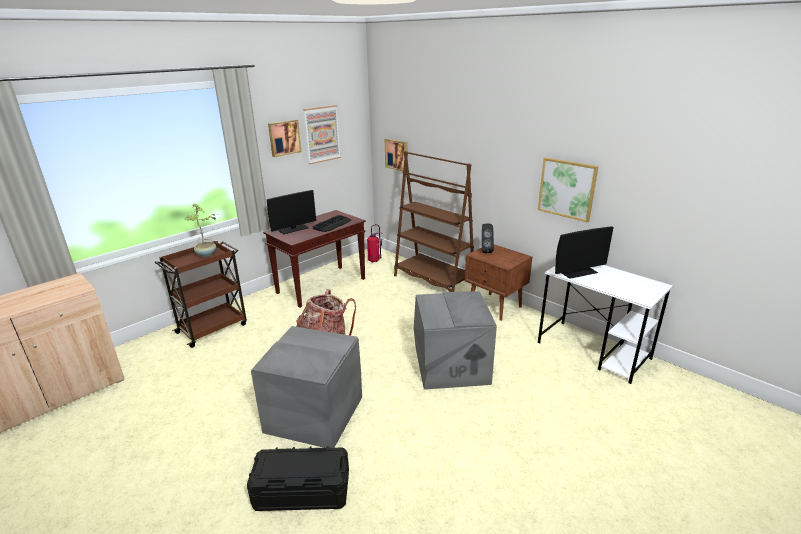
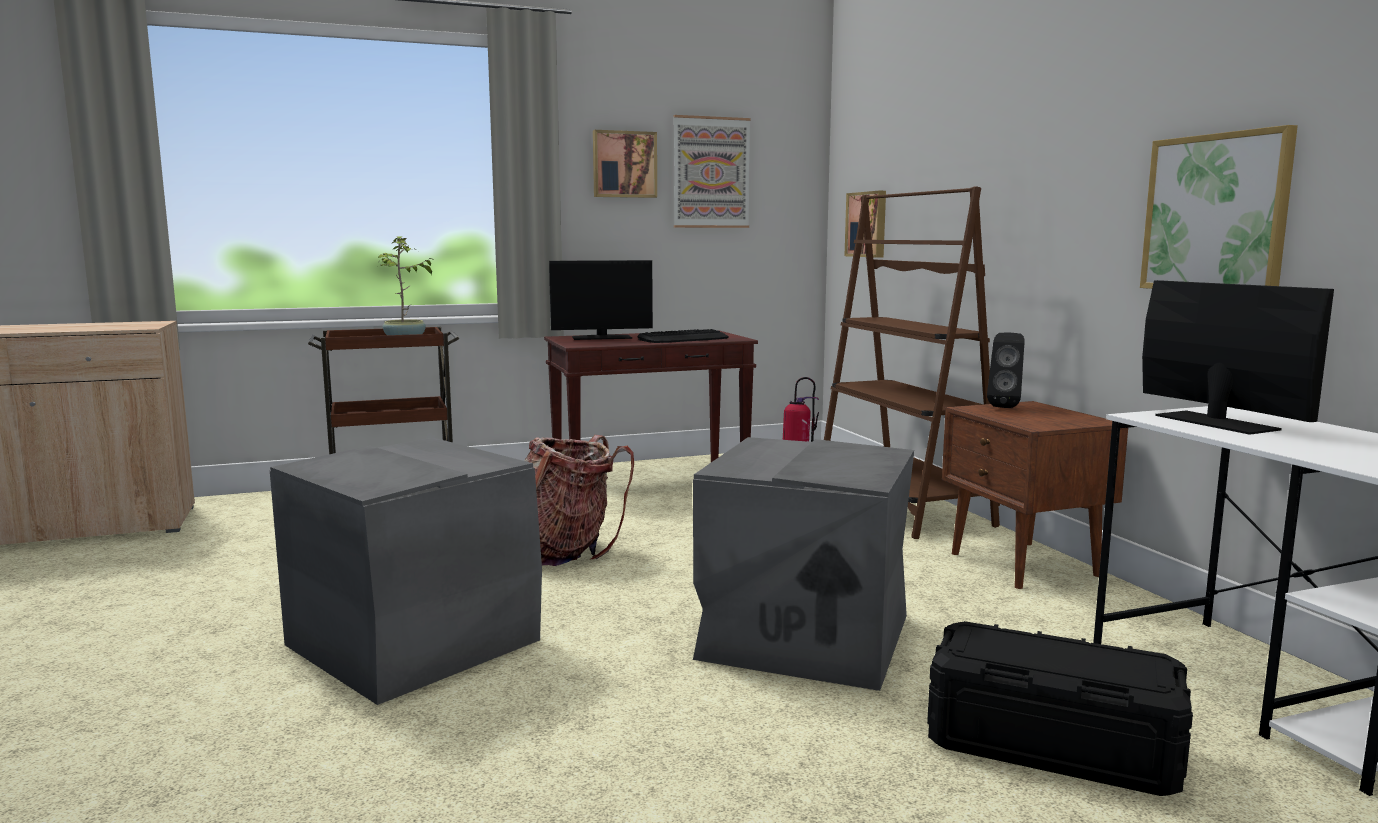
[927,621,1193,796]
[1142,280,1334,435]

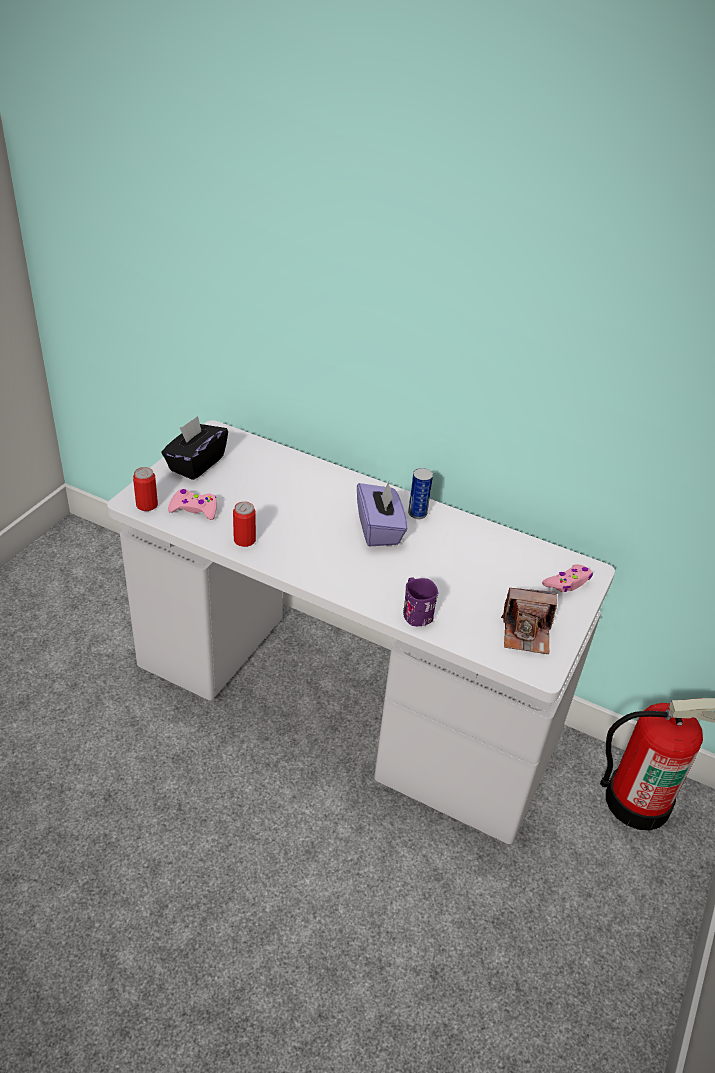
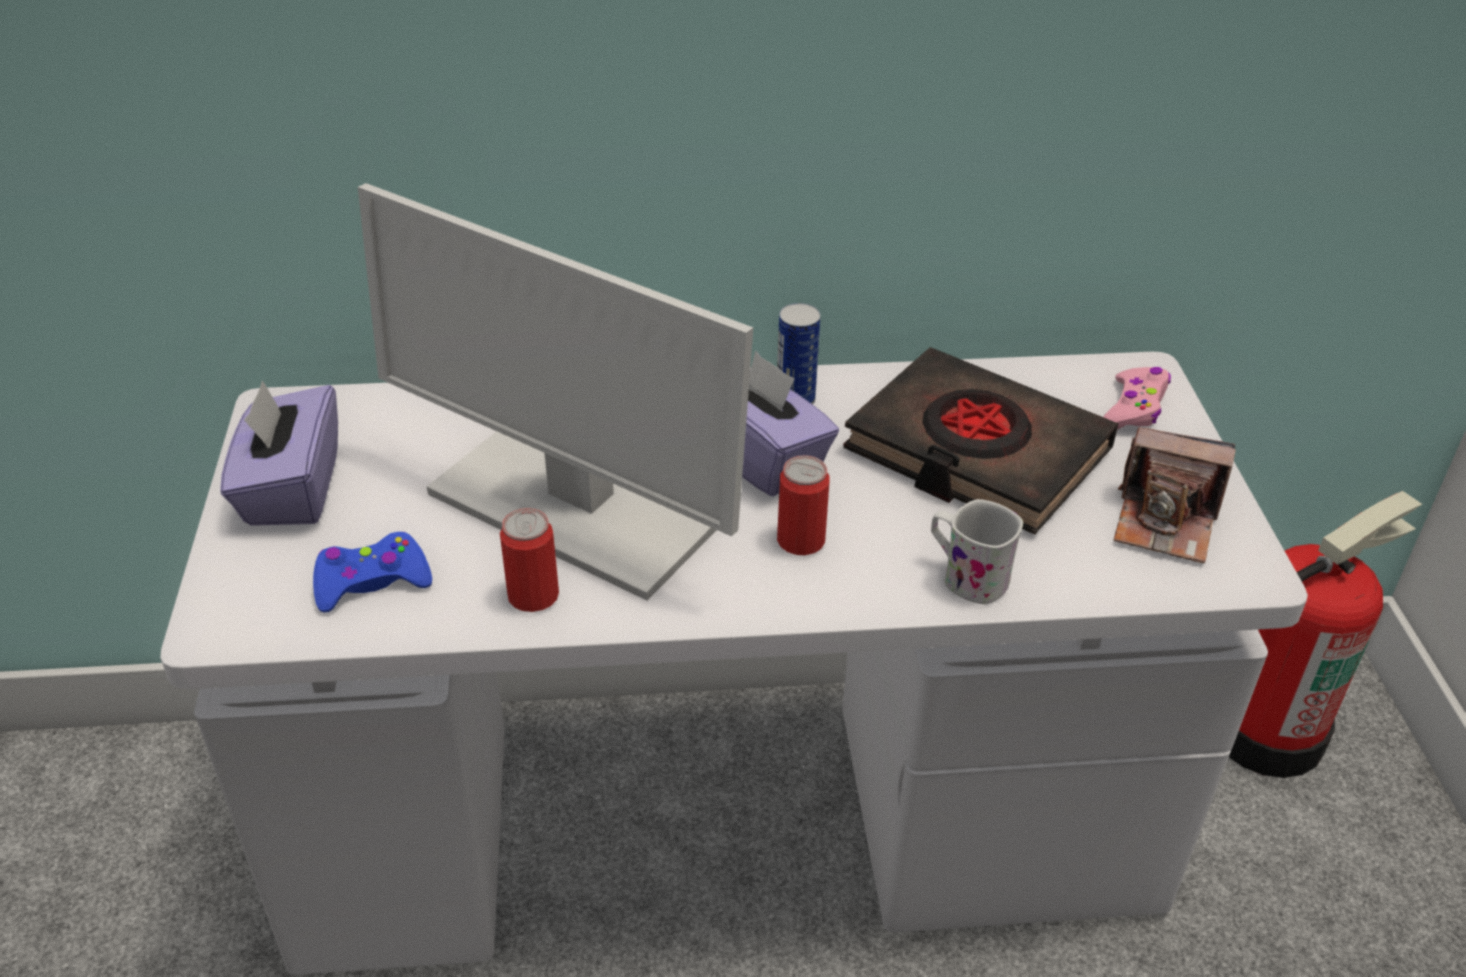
[220,380,338,526]
[313,532,432,613]
[358,183,753,601]
[777,455,830,555]
[843,347,1119,535]
[931,499,1023,604]
[1114,427,1236,563]

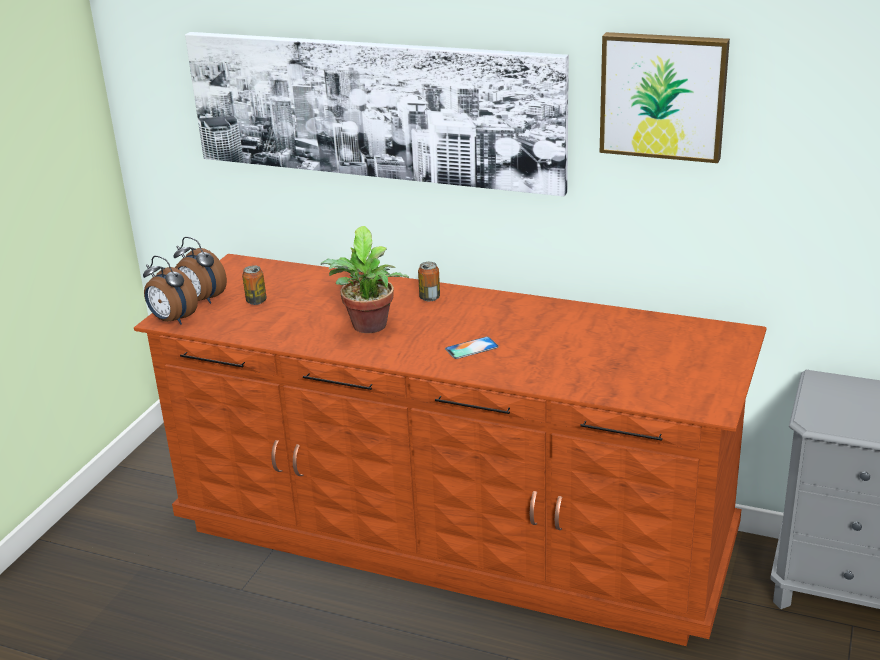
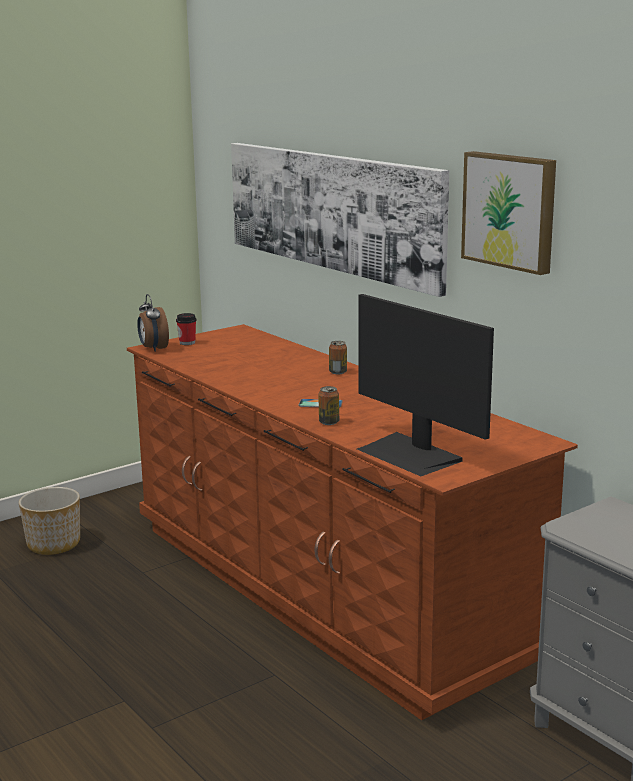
[19,487,80,555]
[176,313,197,345]
[318,386,339,425]
[357,294,494,476]
[321,226,409,333] (first image)

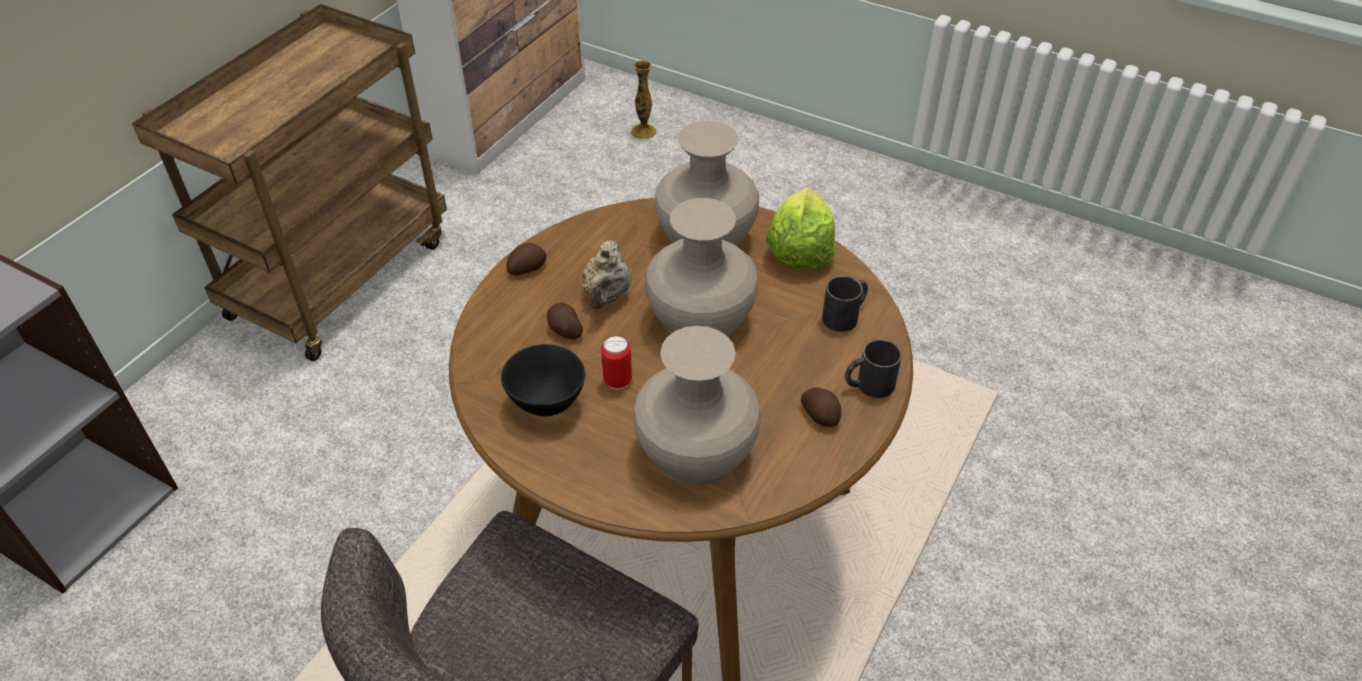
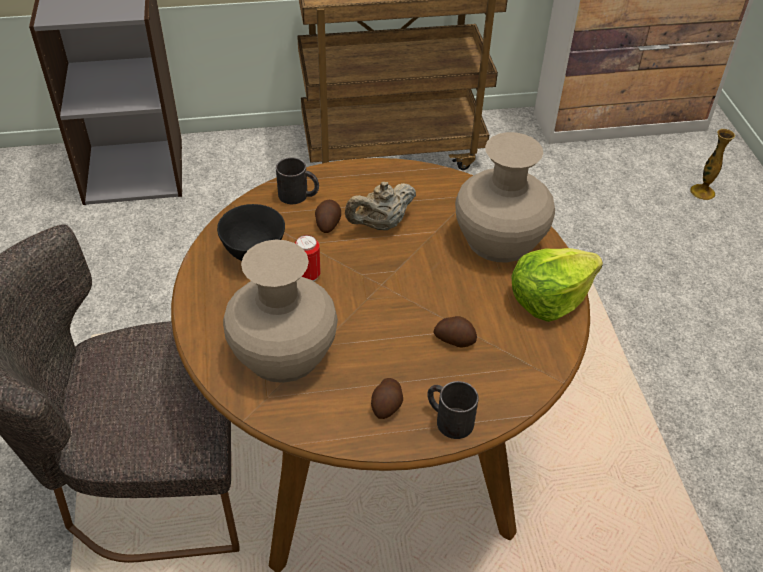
[276,157,319,204]
[433,316,477,347]
[645,198,759,337] (first image)

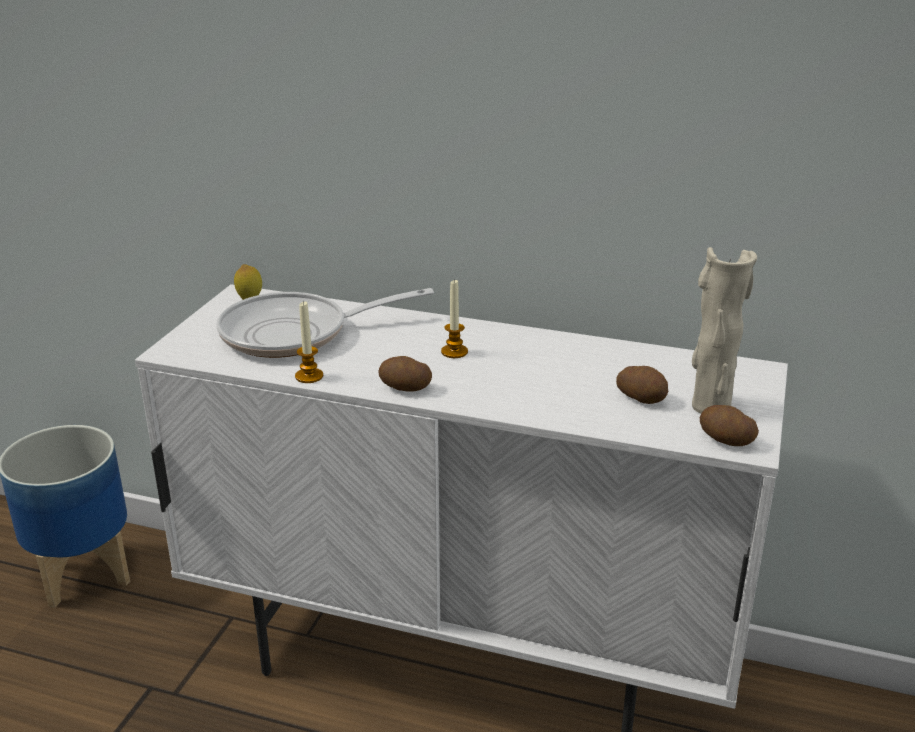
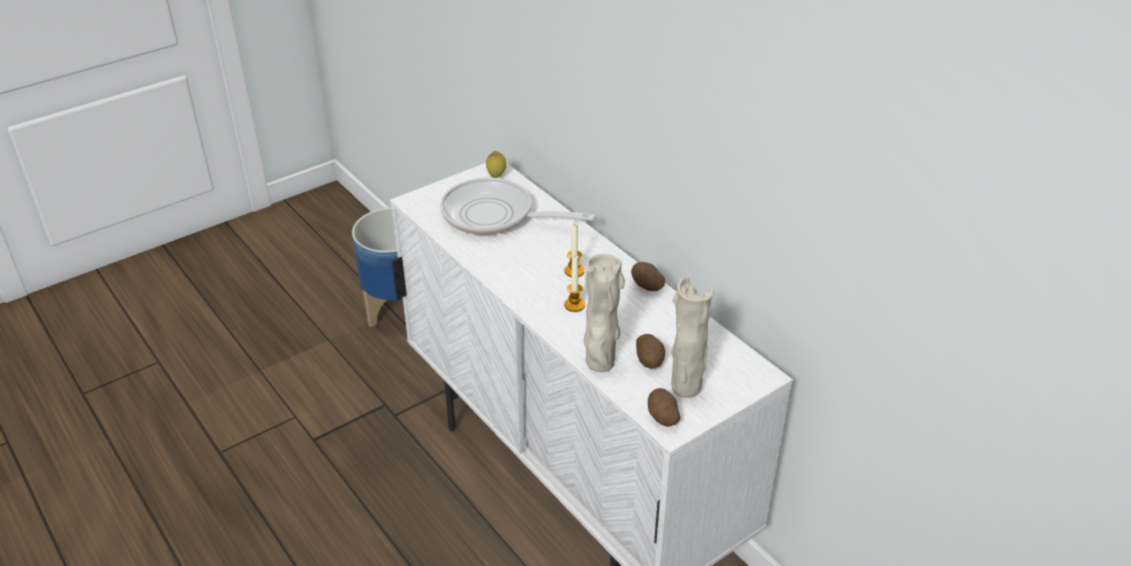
[564,256,585,312]
[584,254,625,372]
[631,262,665,291]

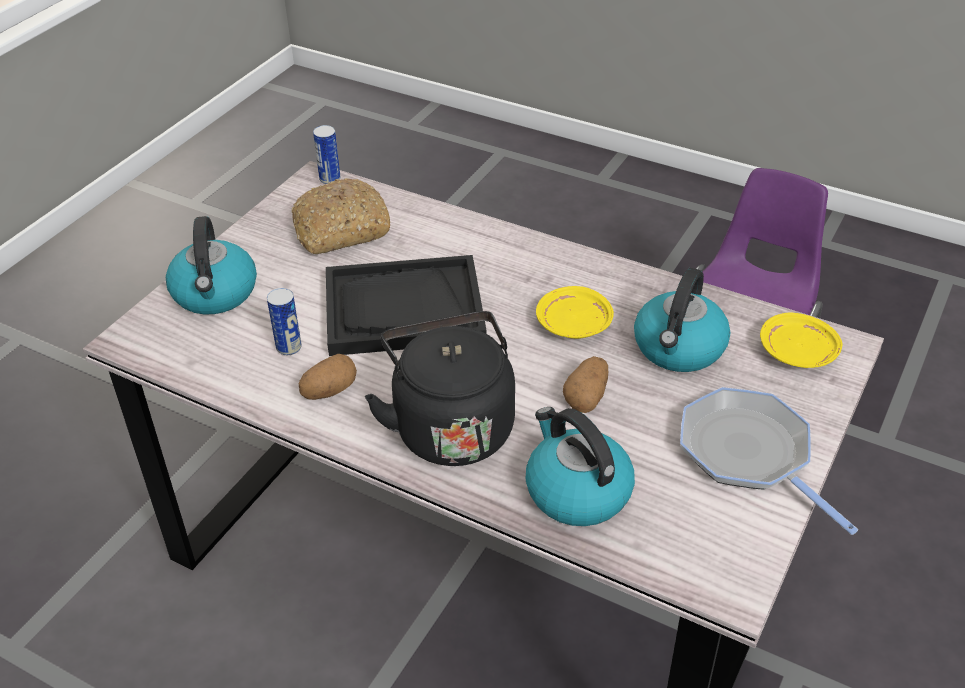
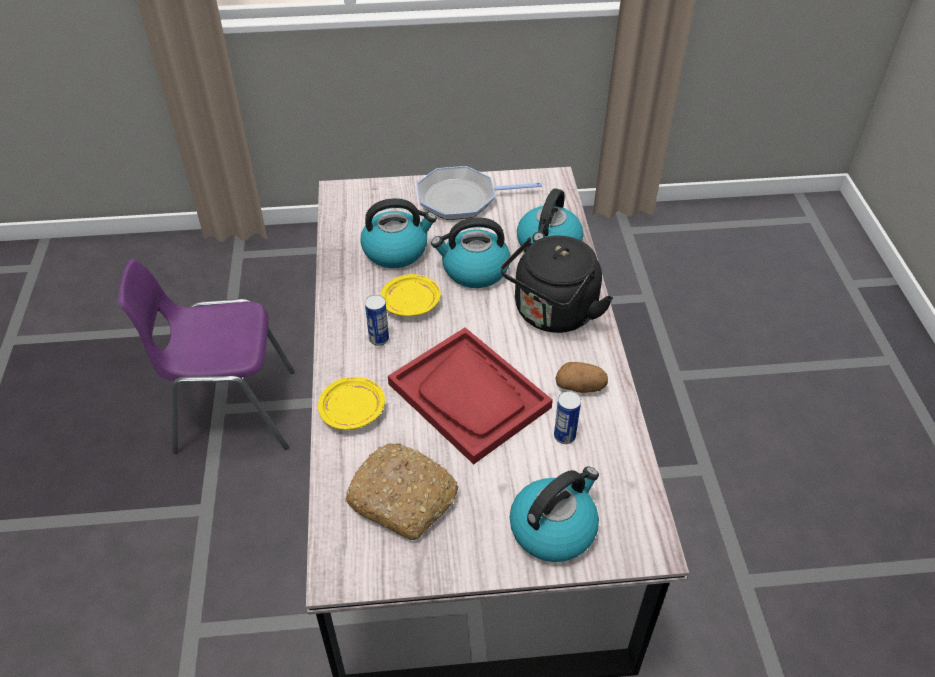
[318,377,385,430]
[365,295,389,346]
[388,328,553,464]
[417,166,542,220]
[431,217,510,288]

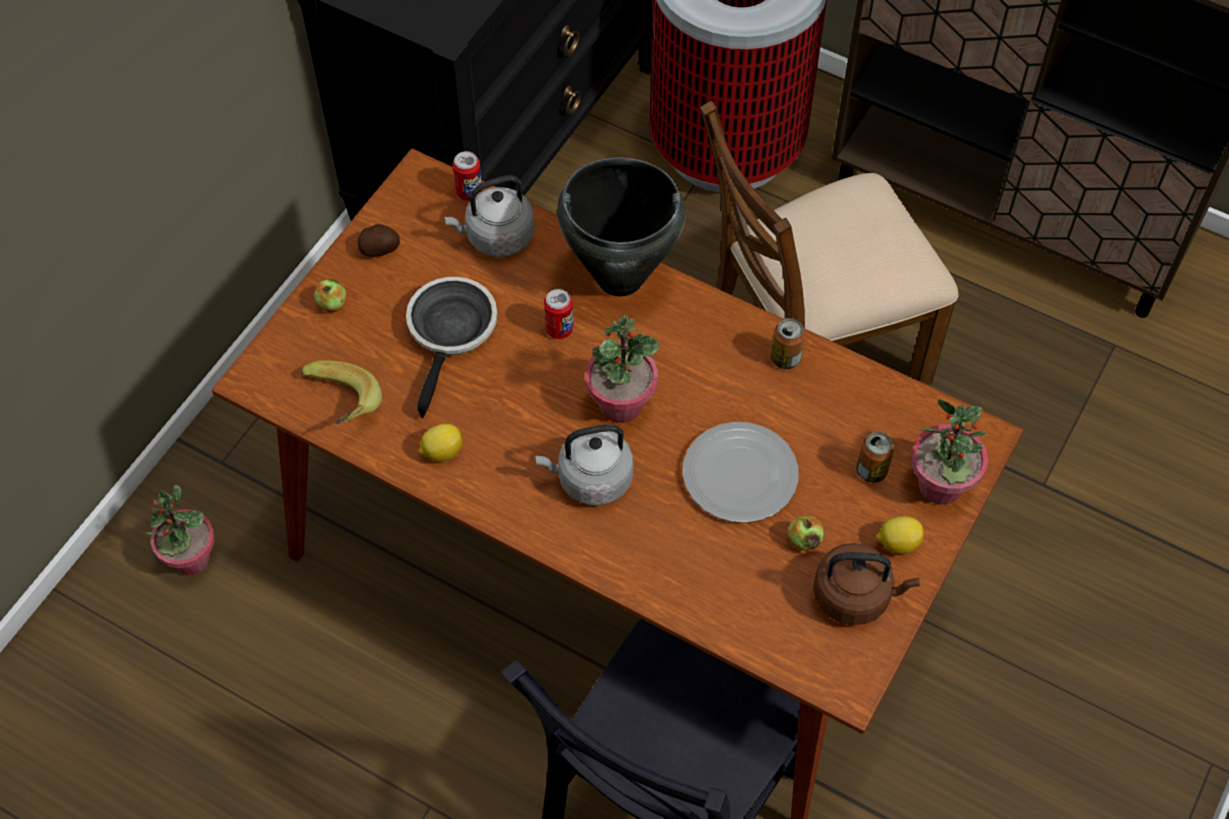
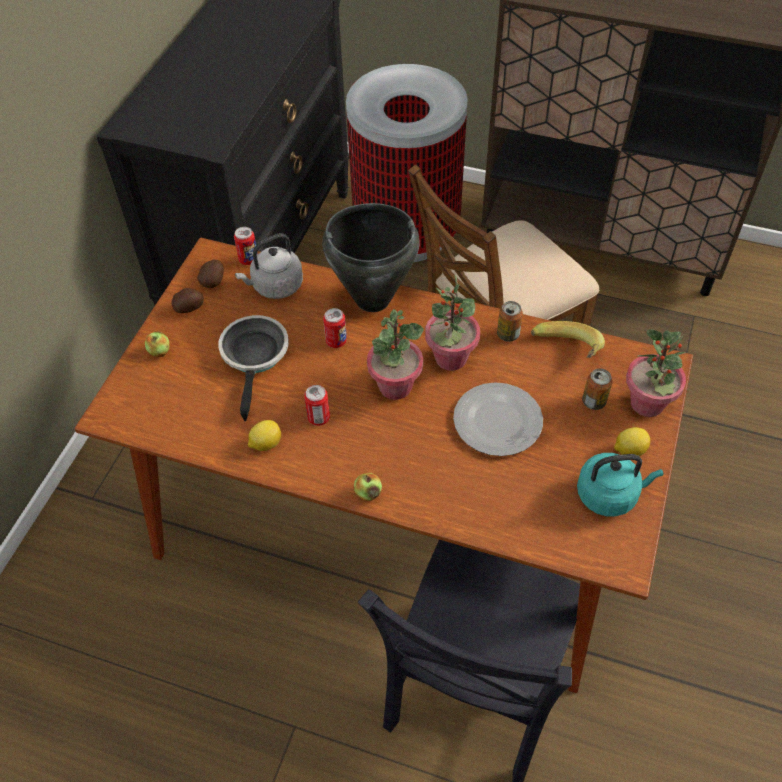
[197,260,224,288]
[304,385,330,426]
[354,473,382,501]
[425,275,480,371]
[531,321,605,358]
[577,453,663,516]
[535,424,633,505] (first image)

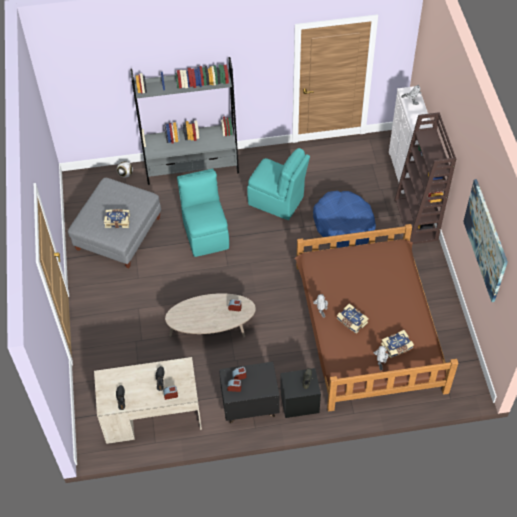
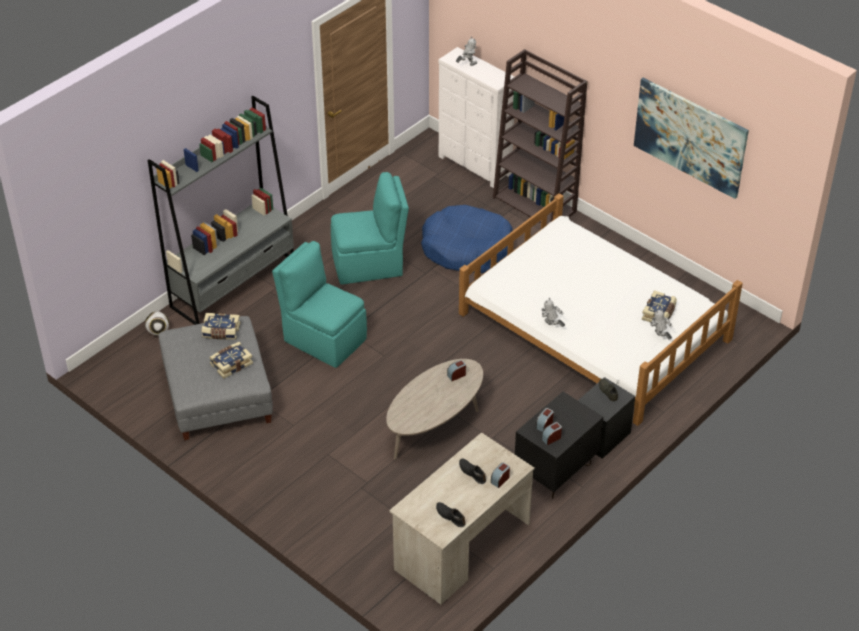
[202,313,240,340]
[459,193,743,426]

